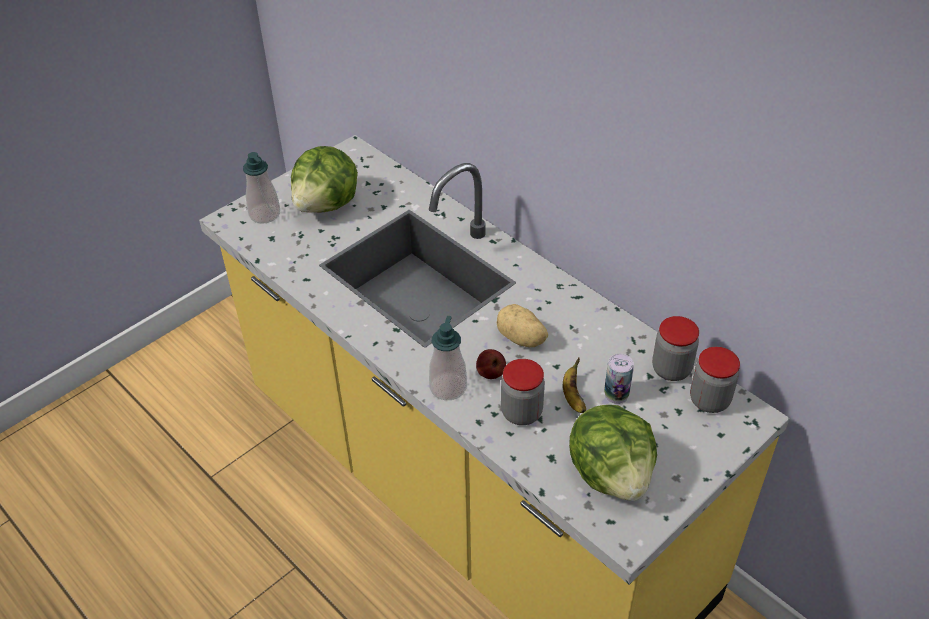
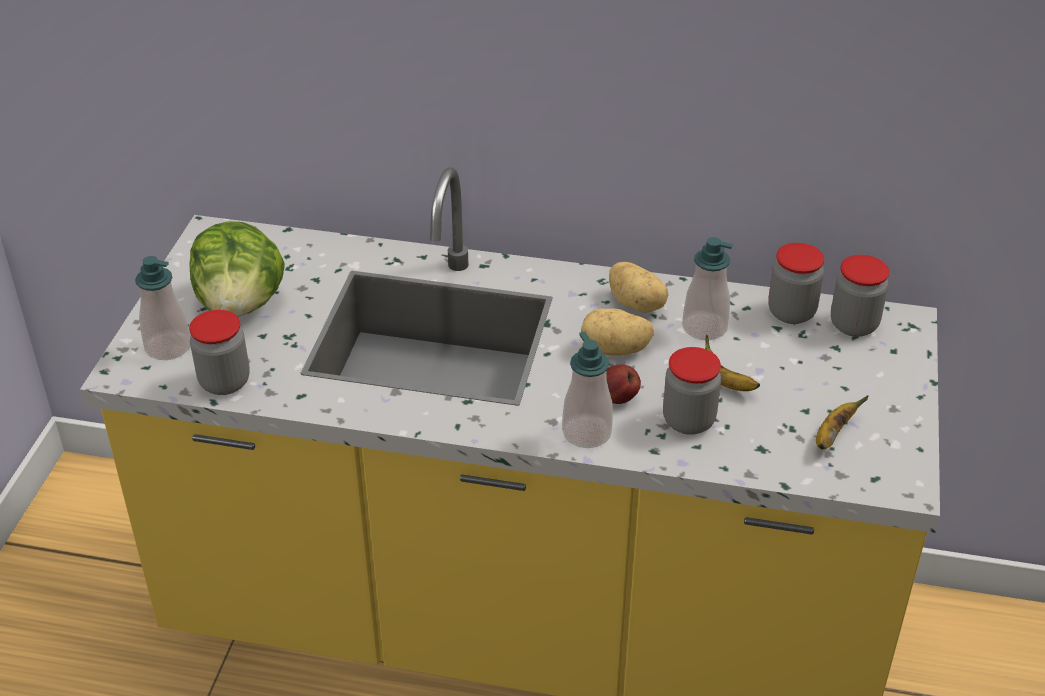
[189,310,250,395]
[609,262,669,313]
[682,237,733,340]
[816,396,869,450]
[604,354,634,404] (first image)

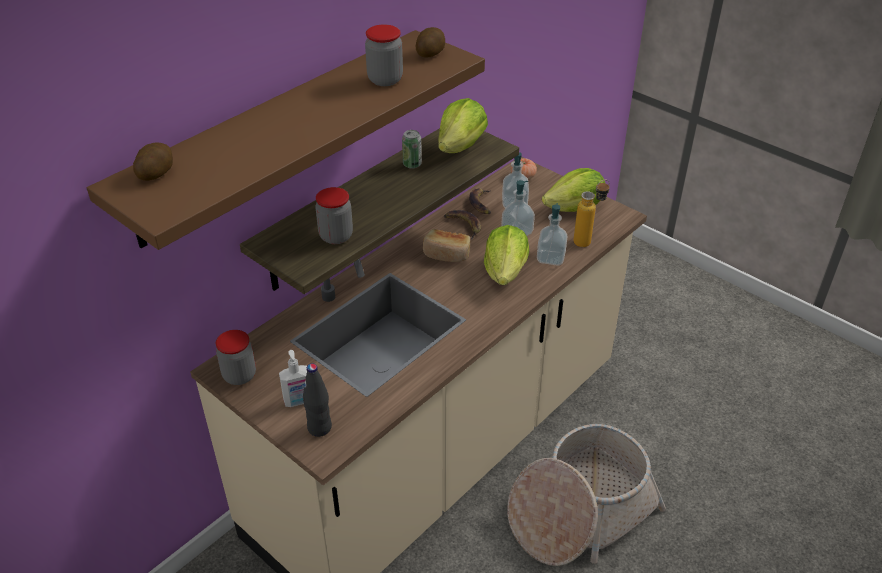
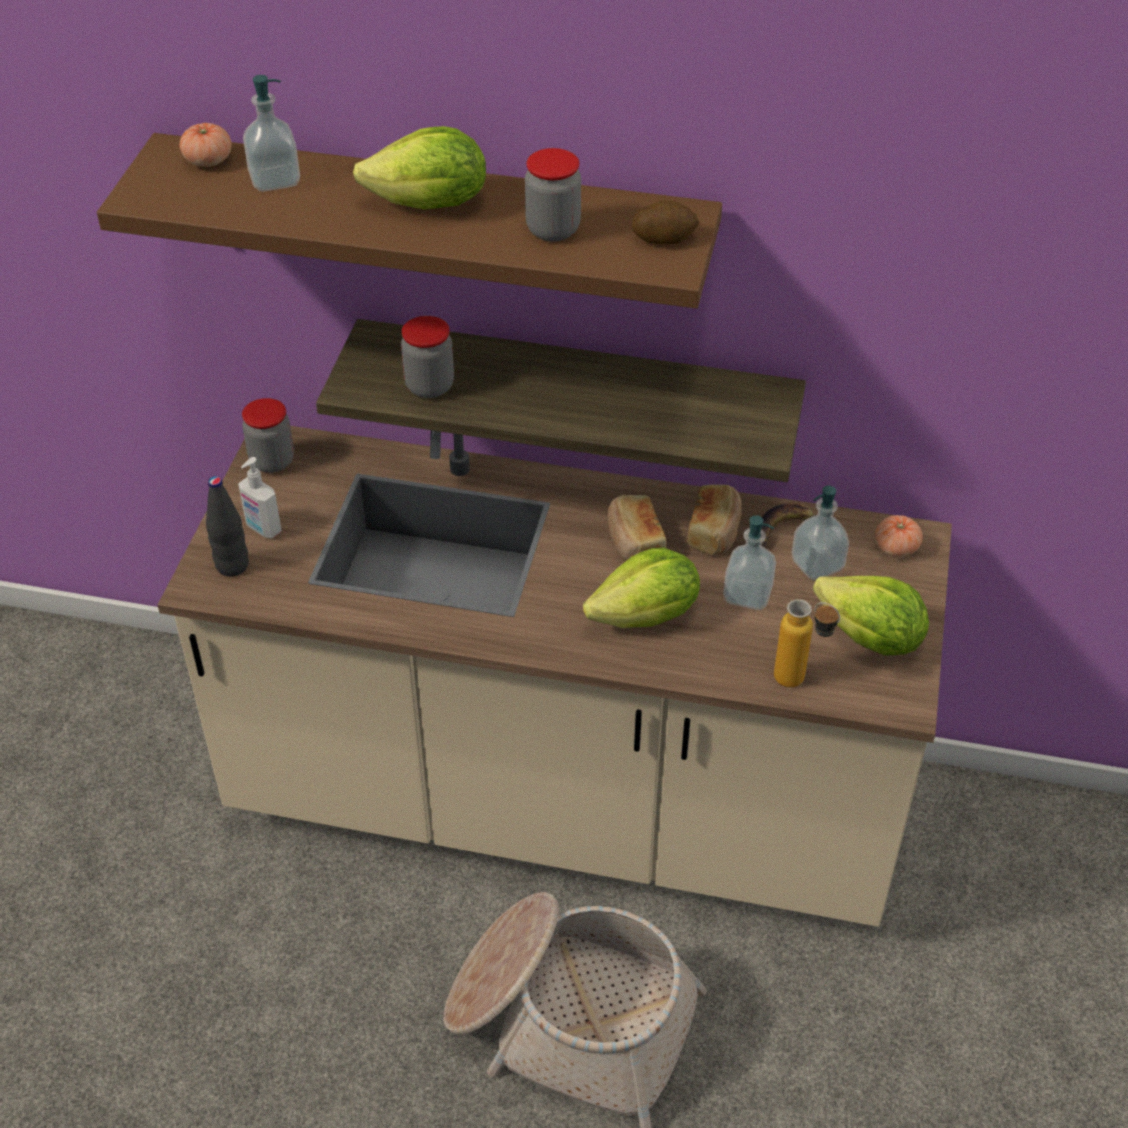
[179,123,232,167]
[243,75,300,191]
[353,126,486,210]
[687,485,742,555]
[402,130,422,169] (first image)

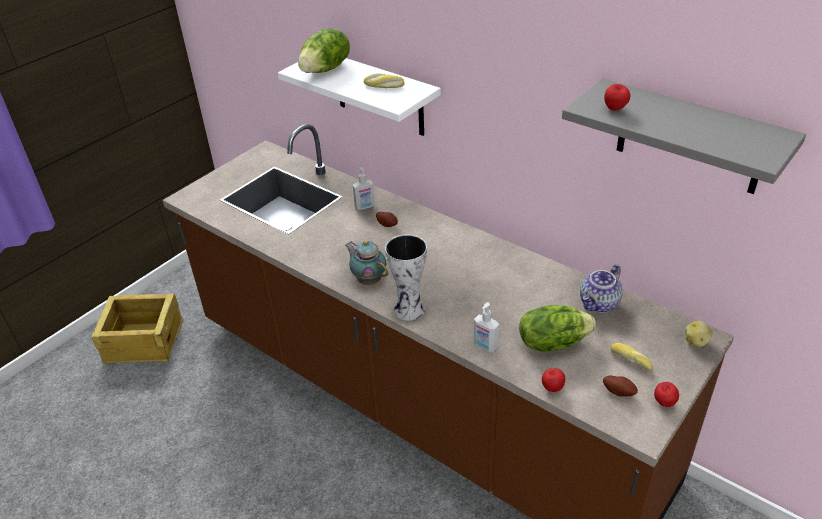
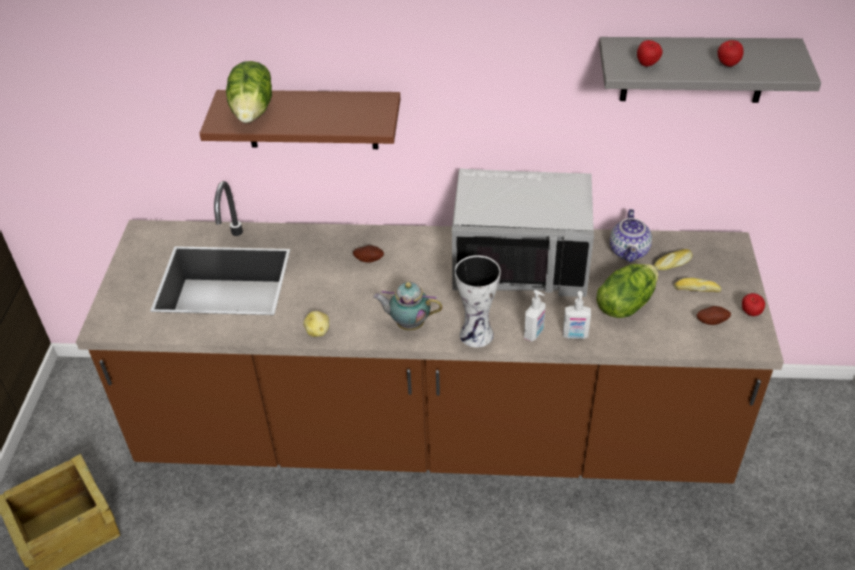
[199,90,400,149]
[303,311,329,337]
[452,169,594,297]
[524,290,545,342]
[654,249,693,270]
[717,40,744,67]

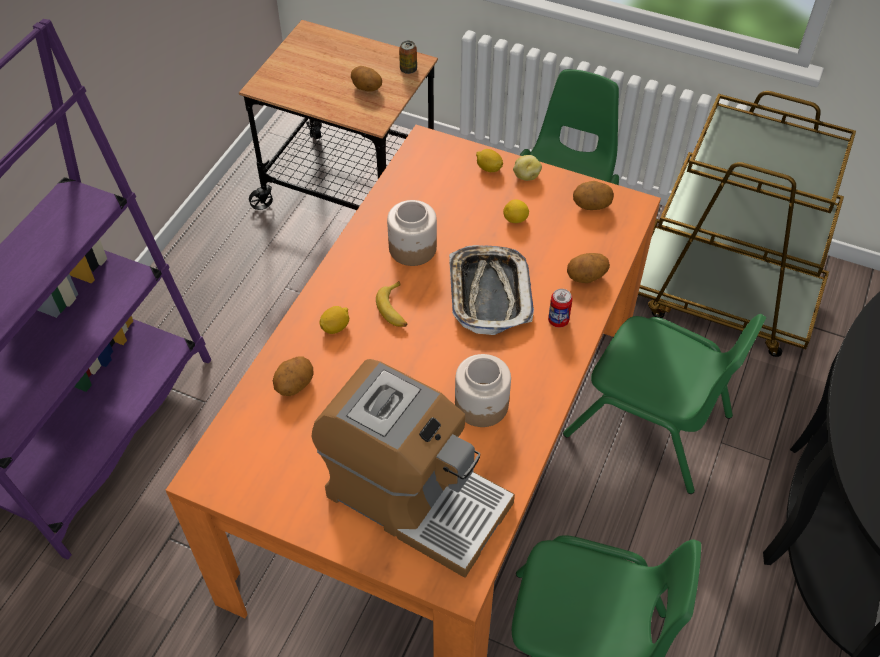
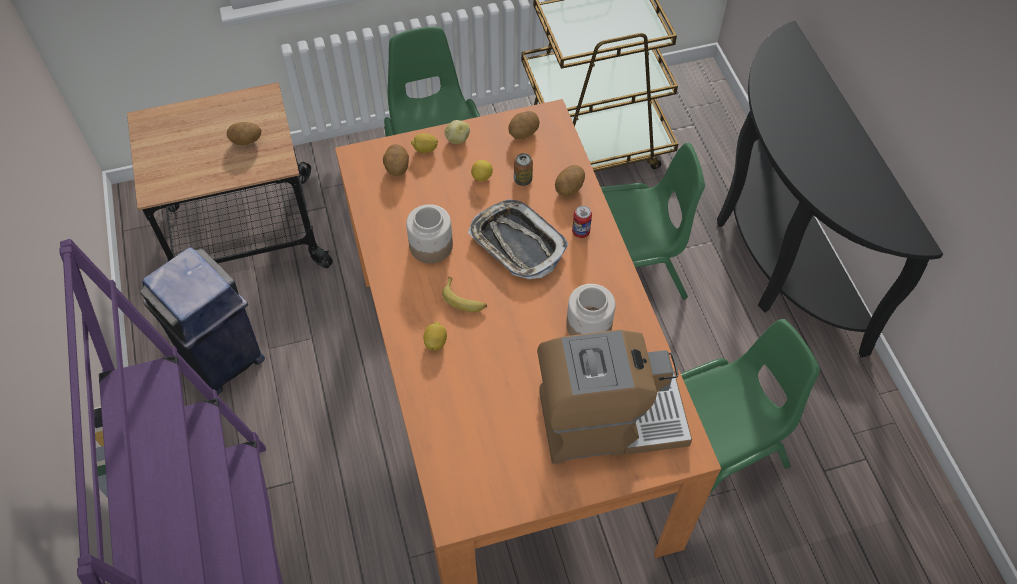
[140,247,265,395]
[383,144,409,176]
[514,153,533,186]

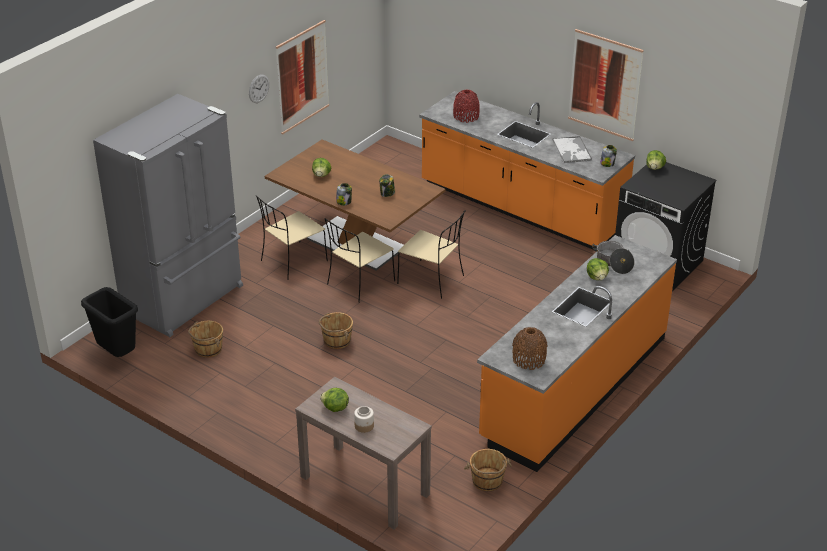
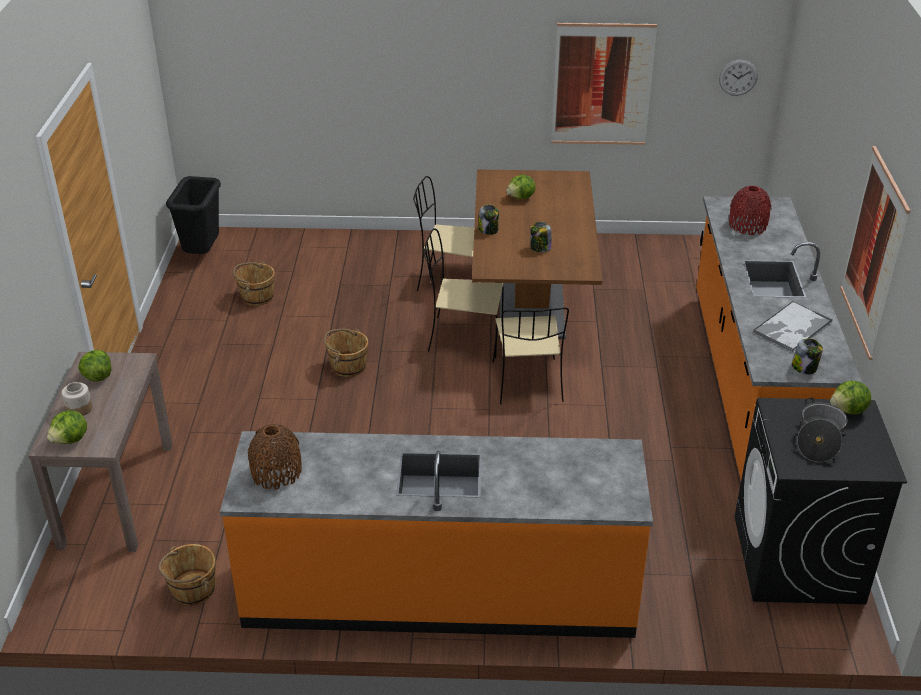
[47,410,87,444]
[719,60,758,96]
[797,397,848,462]
[93,94,243,337] (first image)

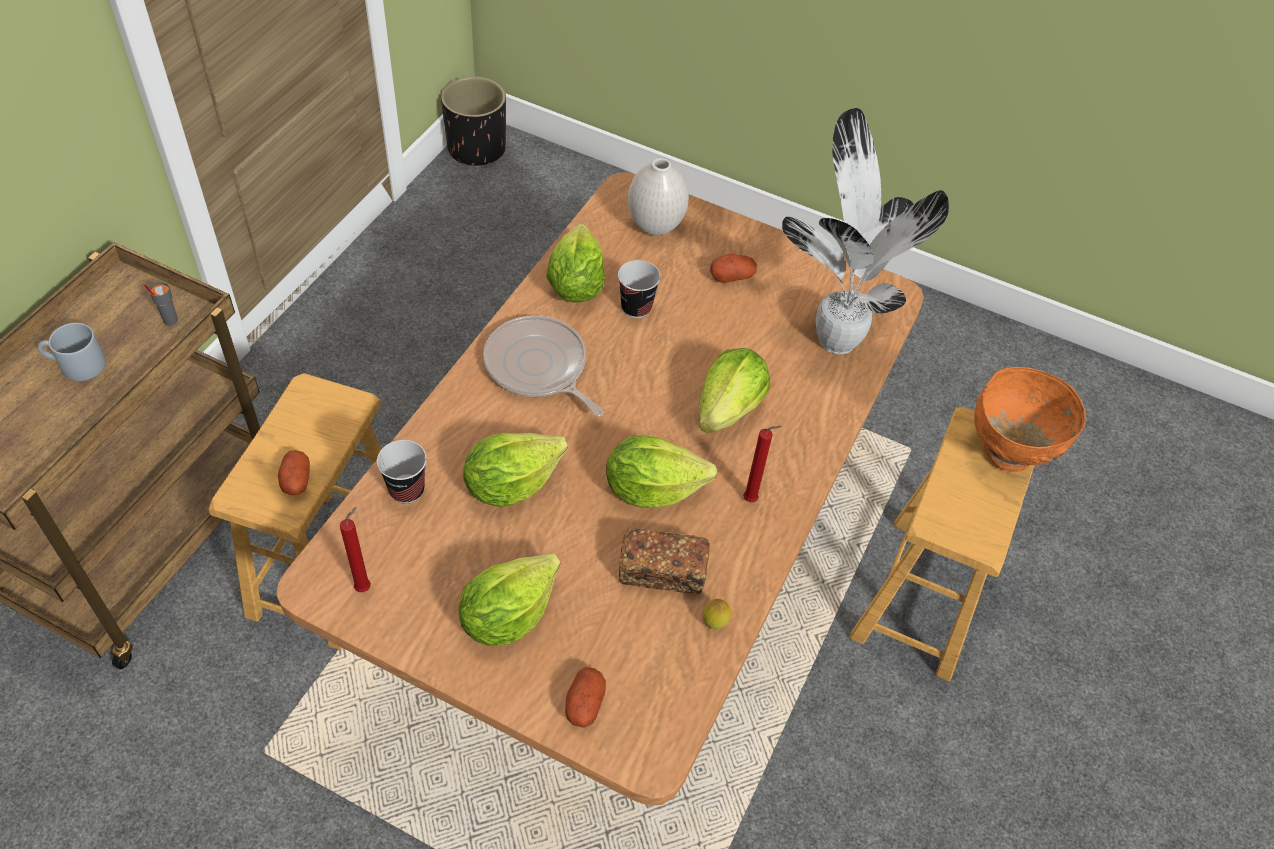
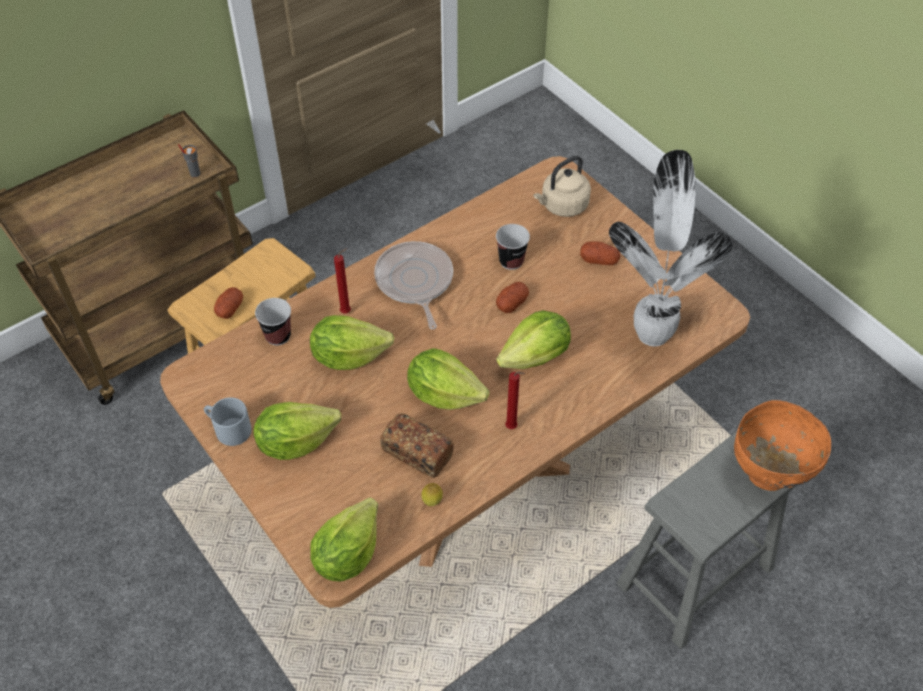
[204,397,252,446]
[310,498,378,581]
[334,248,351,313]
[496,282,529,313]
[533,156,591,217]
[617,431,796,649]
[441,76,506,167] (first image)

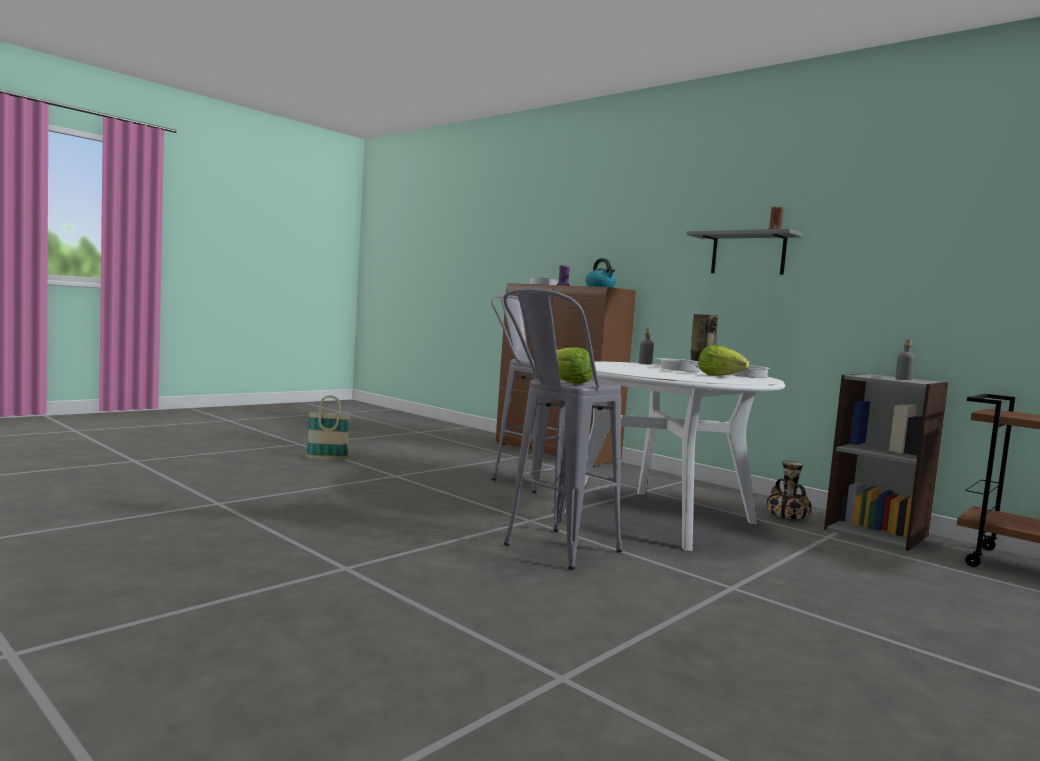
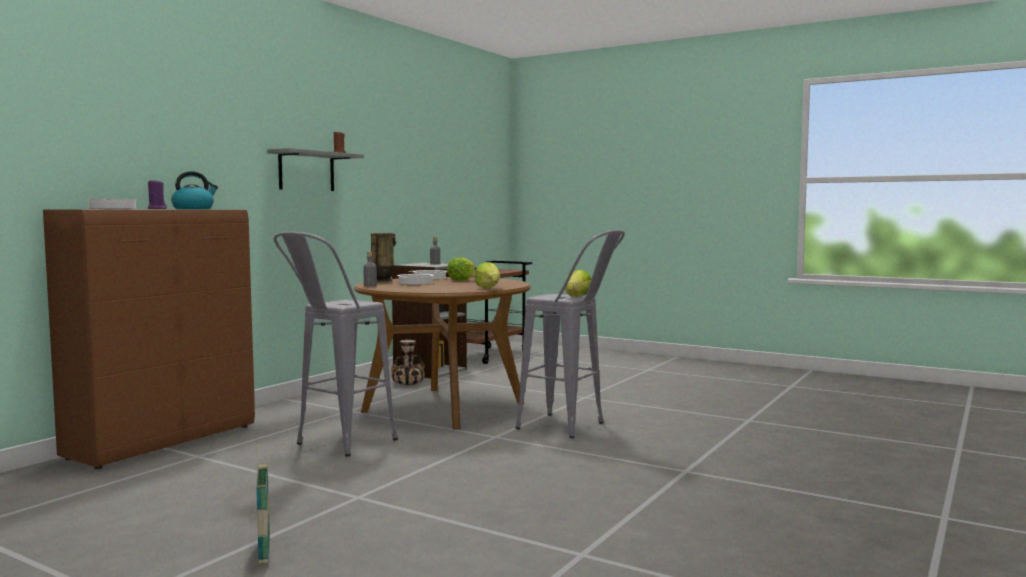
[354,277,531,430]
[474,262,500,288]

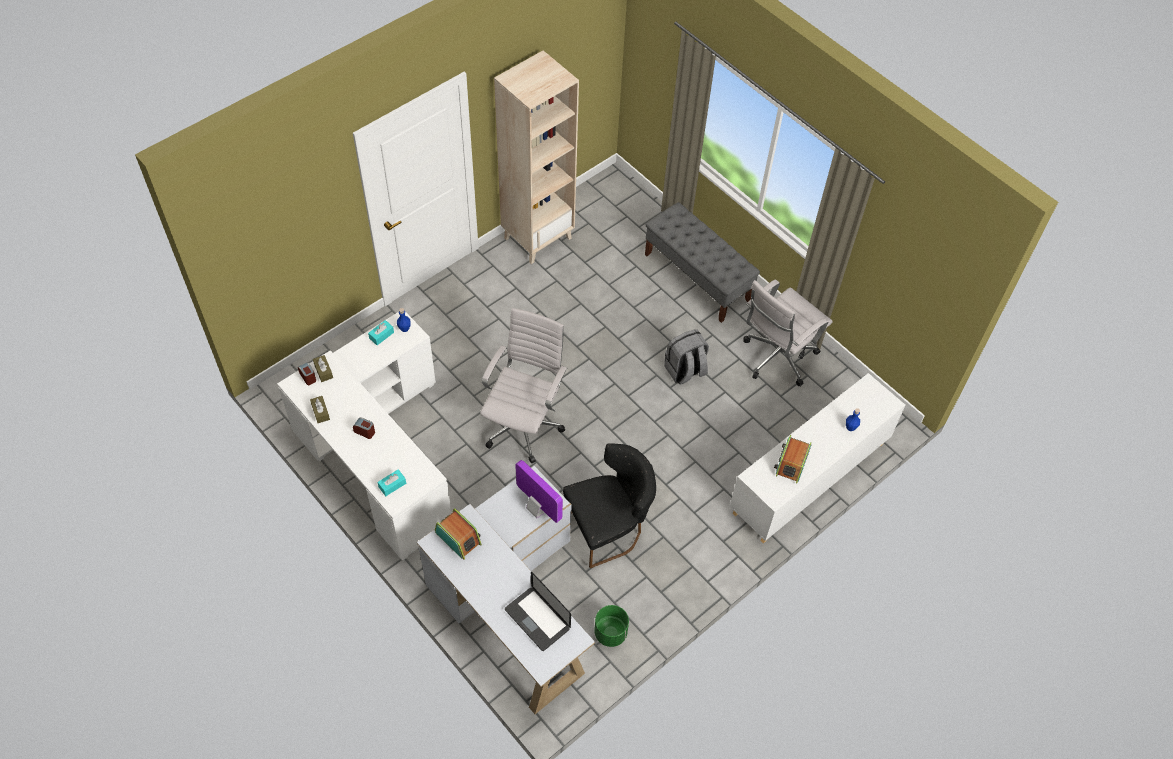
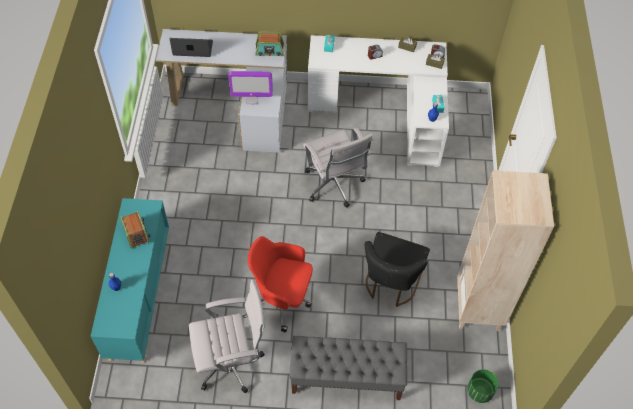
[90,198,169,363]
[189,279,265,393]
[248,236,313,332]
[365,232,430,307]
[467,369,498,403]

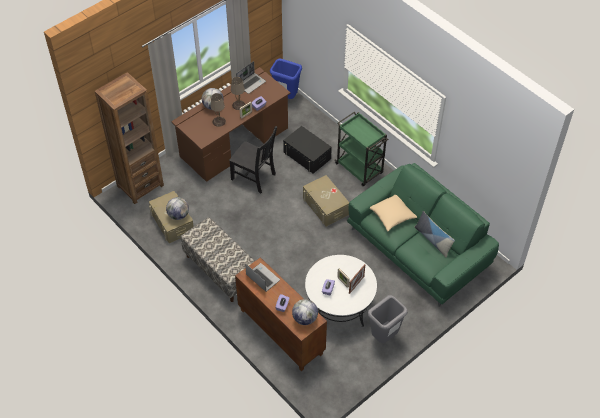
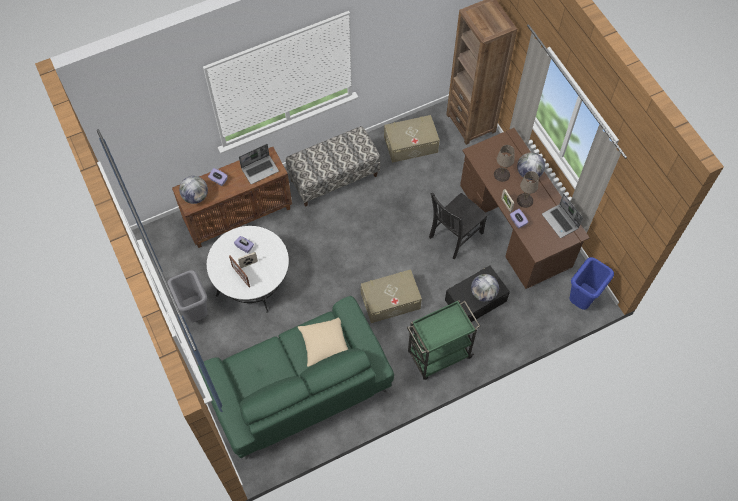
[471,274,499,302]
[415,211,455,257] (first image)

